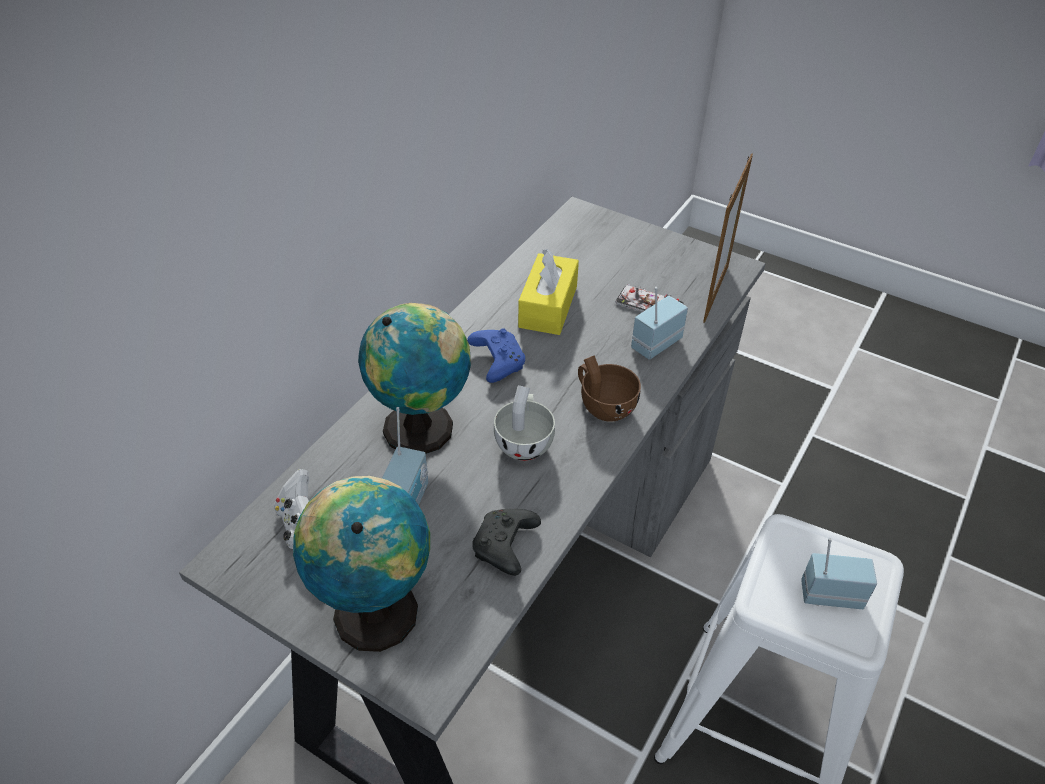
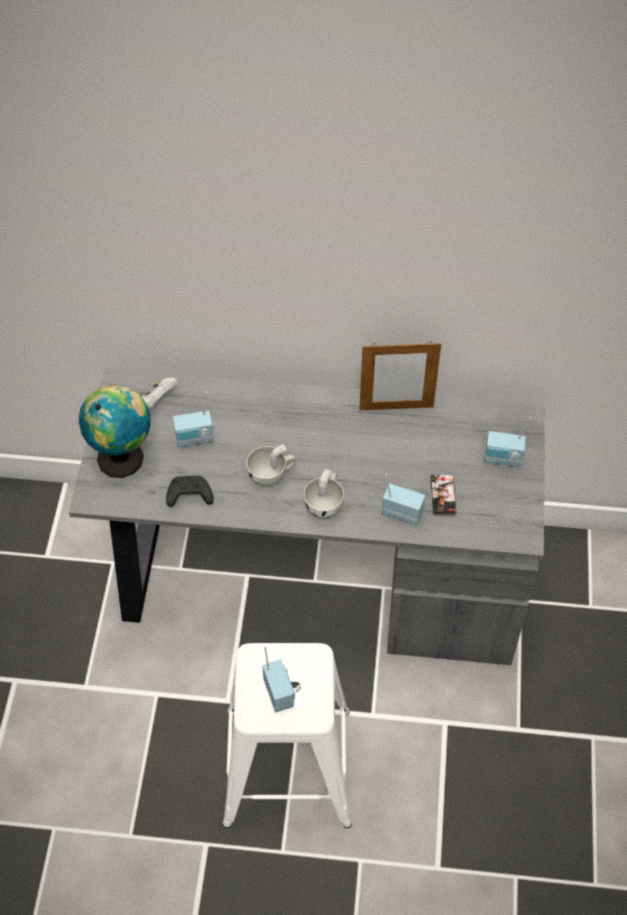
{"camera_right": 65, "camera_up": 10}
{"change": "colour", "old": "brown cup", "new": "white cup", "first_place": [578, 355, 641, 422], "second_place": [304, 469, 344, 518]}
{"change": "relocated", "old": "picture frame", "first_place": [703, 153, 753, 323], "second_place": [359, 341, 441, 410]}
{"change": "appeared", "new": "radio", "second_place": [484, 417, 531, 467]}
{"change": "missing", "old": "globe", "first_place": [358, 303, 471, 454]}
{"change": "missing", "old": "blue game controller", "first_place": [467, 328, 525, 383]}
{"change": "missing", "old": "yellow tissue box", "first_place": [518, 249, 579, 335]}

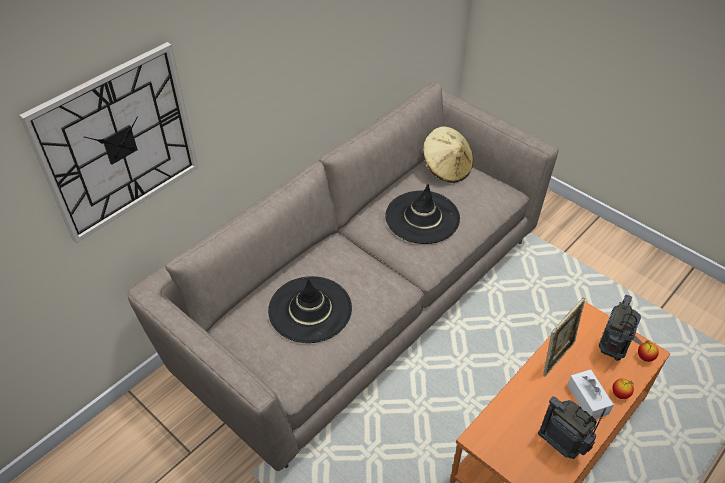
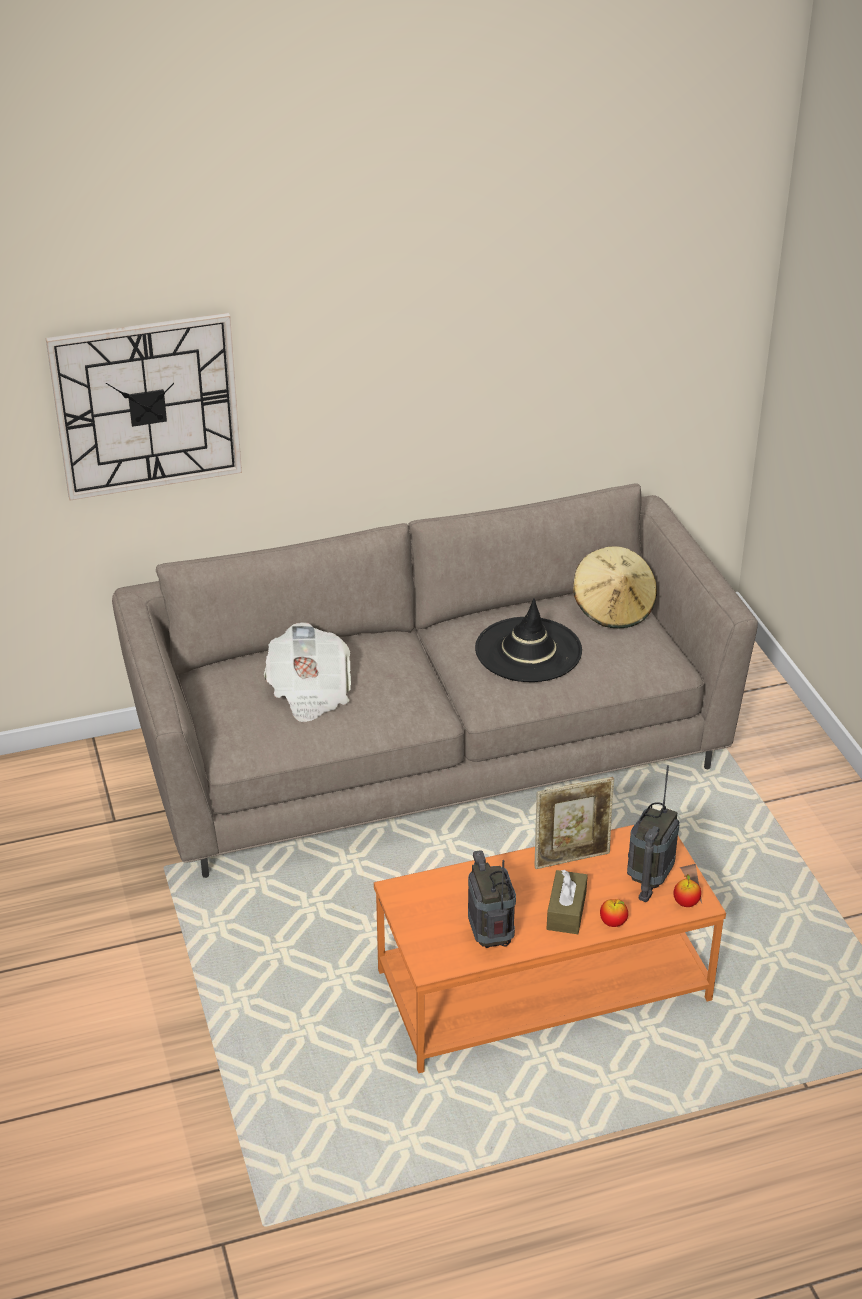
{"camera_right": 30, "camera_up": -10}
{"change": "exchanged", "old": "black hat", "new": "newspaper", "first_place": [268, 276, 352, 343], "second_place": [264, 623, 351, 723]}
{"change": "colour", "old": "white tissue box", "new": "brown tissue box", "first_place": [567, 369, 614, 419], "second_place": [546, 870, 588, 934]}
{"change": "spun", "old": "radio", "first_place": [599, 295, 641, 361], "second_place": [627, 765, 680, 902], "degrees": 150}

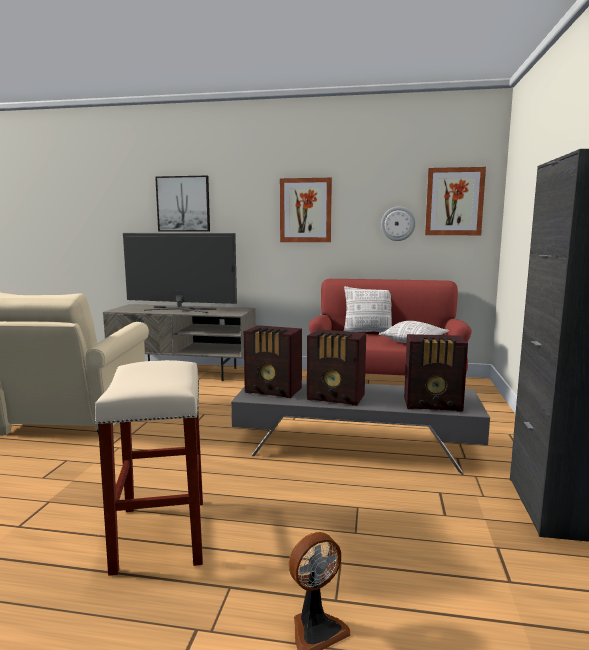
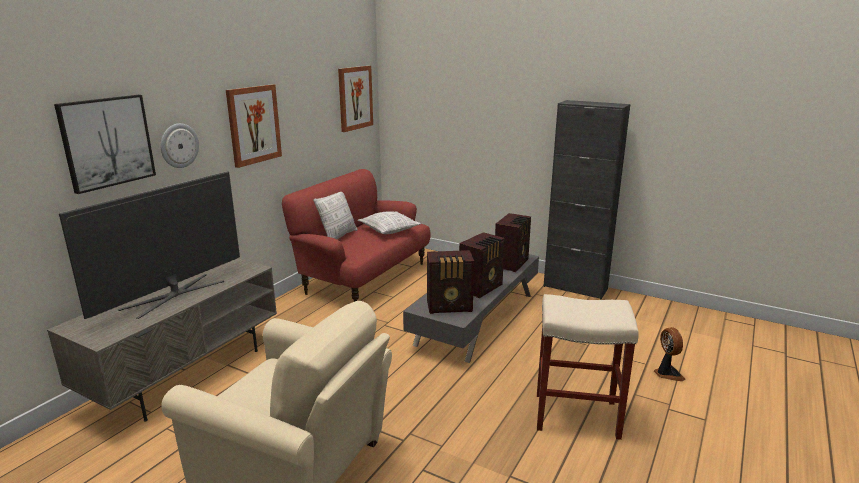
{"camera_right": -70, "camera_up": 10}
{"change": "relocated", "old": "wall clock", "first_place": [381, 207, 416, 241], "second_place": [161, 123, 199, 168]}
{"change": "spun", "old": "radio", "first_place": [244, 325, 302, 398], "second_place": [427, 250, 474, 314], "degrees": 45}

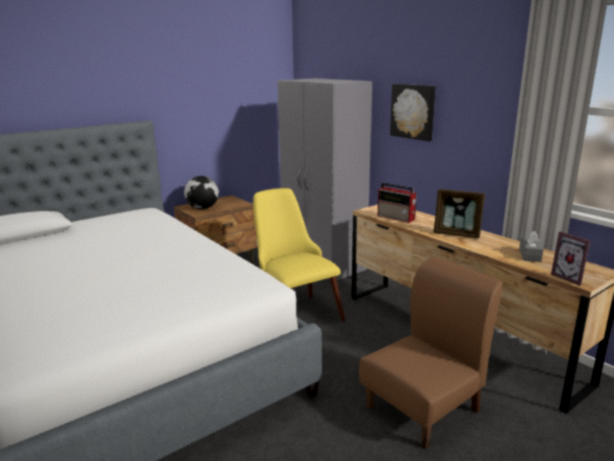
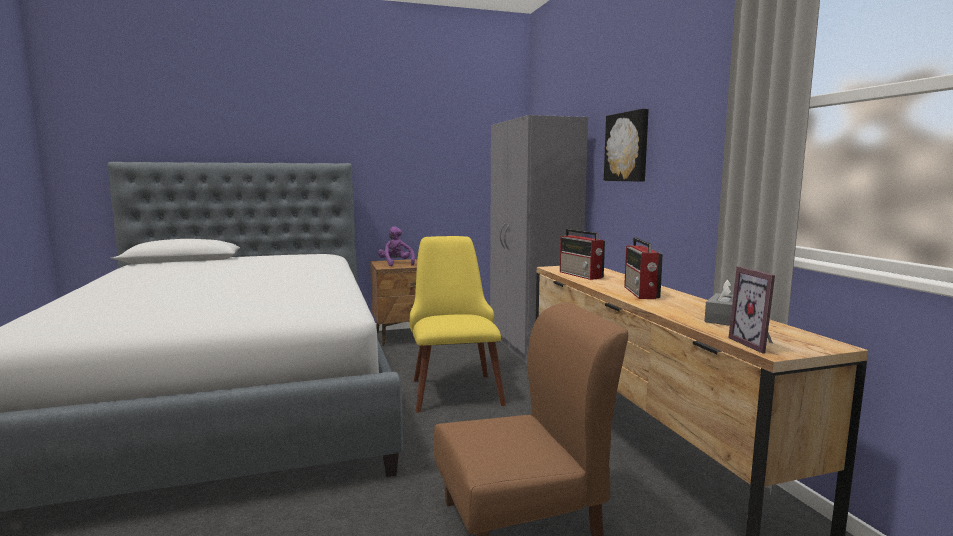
{"camera_right": 20, "camera_up": -10}
{"change": "exchanged", "old": "globe", "new": "purple plush toy", "first_place": [184, 176, 219, 209], "second_place": [378, 226, 415, 266]}
{"change": "exchanged", "old": "picture frame", "new": "radio", "first_place": [434, 189, 485, 239], "second_place": [624, 238, 663, 299]}

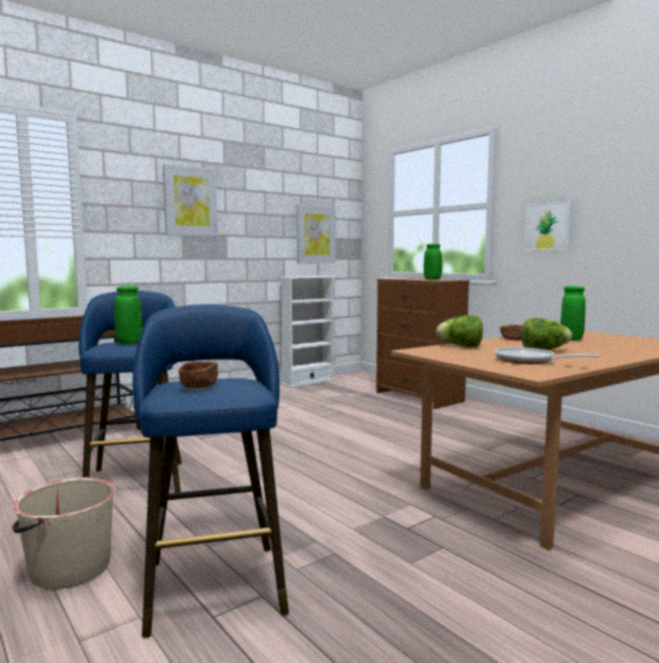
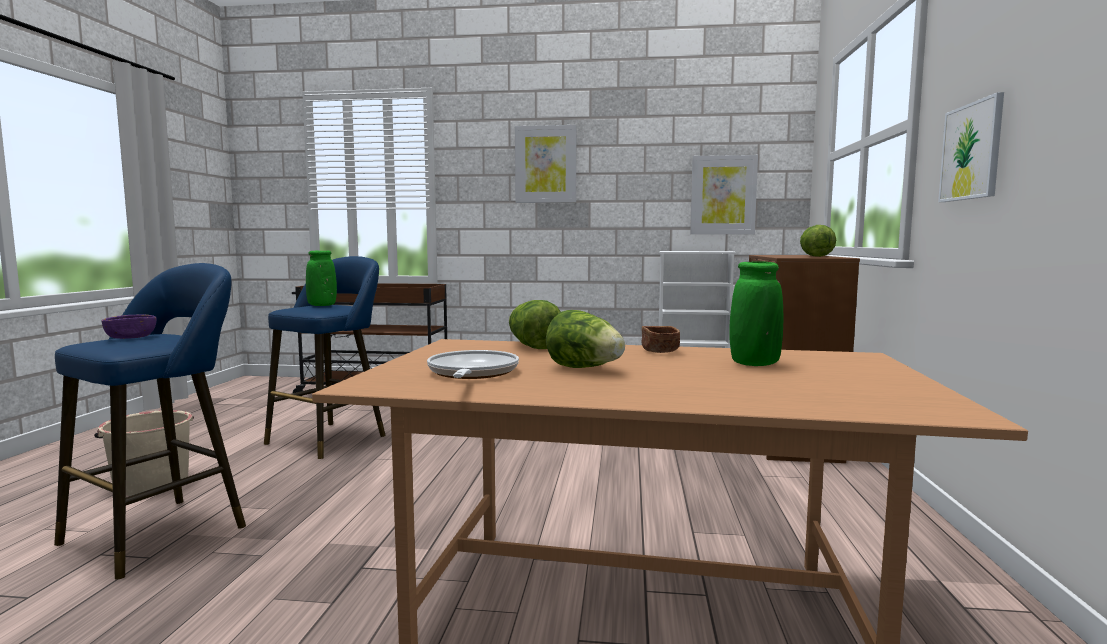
{"camera_right": 45, "camera_up": 0}
{"change": "colour", "old": "brown bowl", "new": "purple bowl", "first_place": [179, 361, 218, 389], "second_place": [102, 314, 157, 339]}
{"change": "exchanged", "old": "green vase", "new": "lettuce", "first_place": [424, 244, 442, 280], "second_place": [800, 225, 836, 257]}

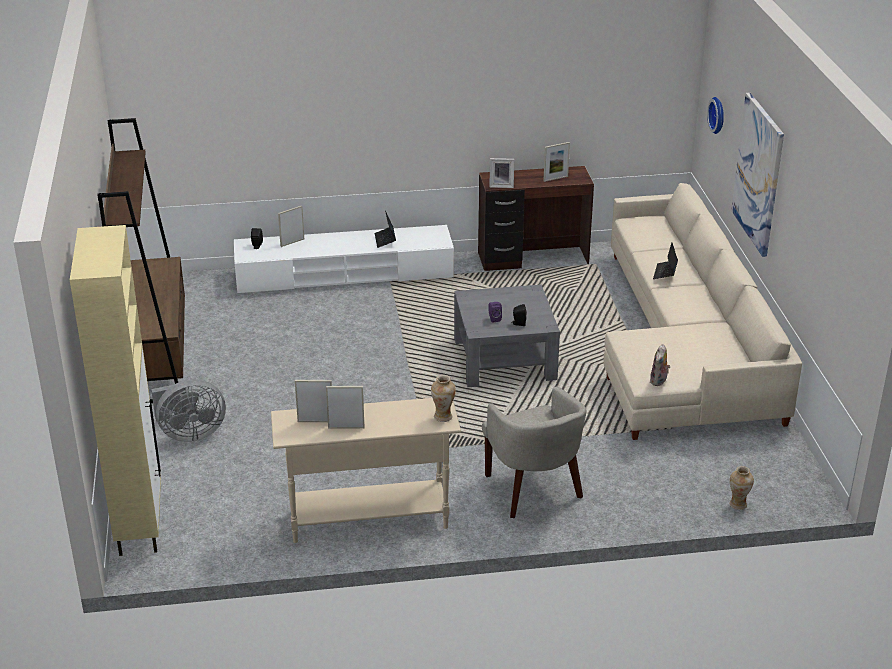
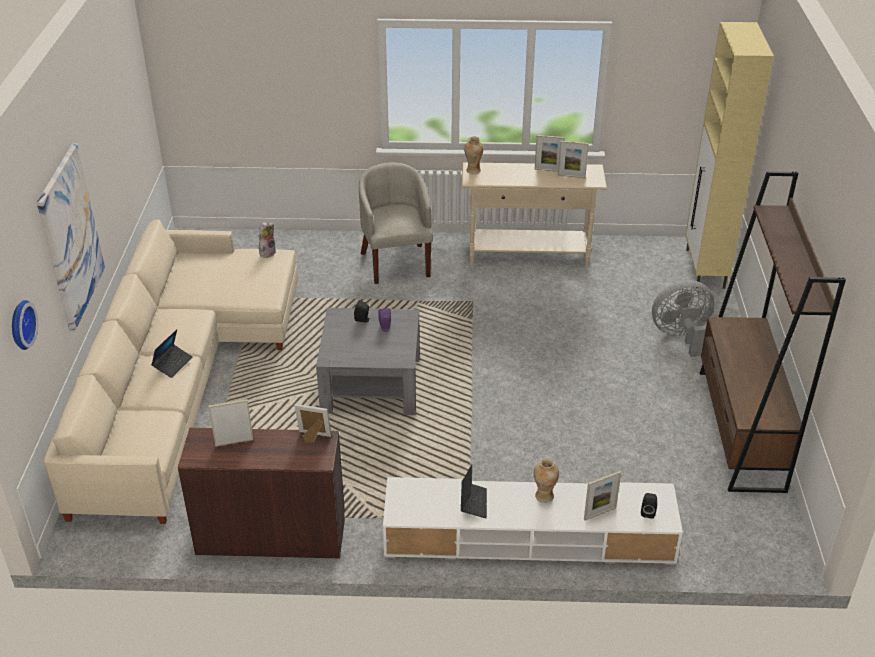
{"camera_right": -170, "camera_up": 5}
{"change": "relocated", "old": "vase", "first_place": [729, 466, 754, 510], "second_place": [534, 458, 559, 503]}

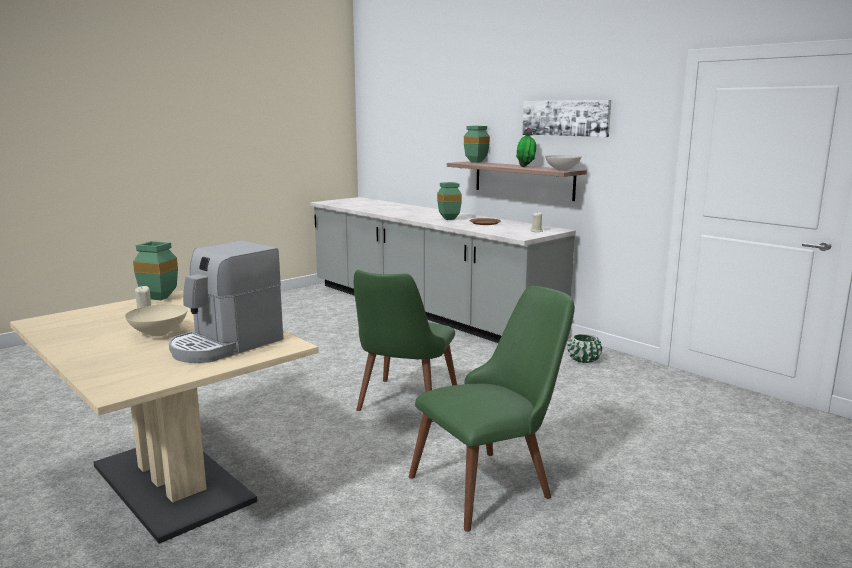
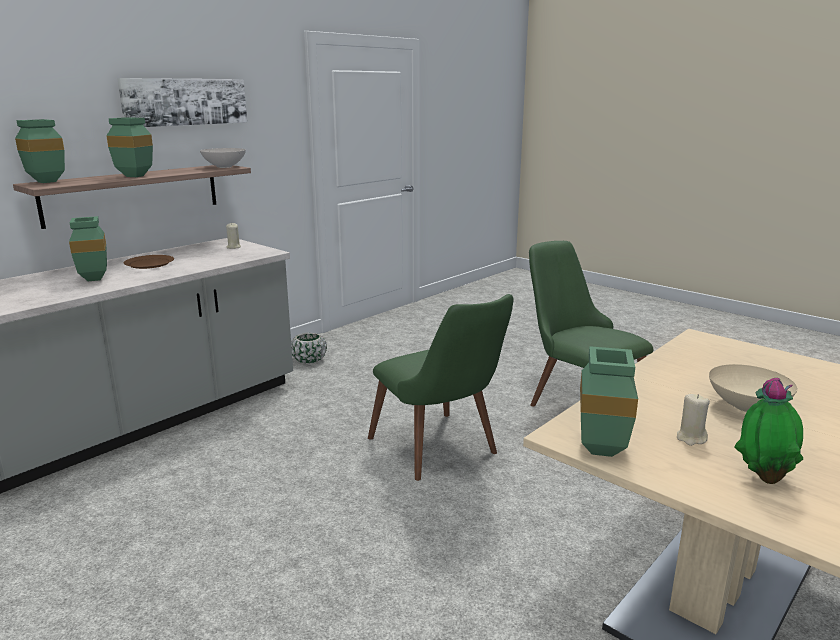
{"camera_right": -95, "camera_up": 5}
{"change": "appeared", "new": "green vase", "second_place": [106, 117, 153, 177]}
{"change": "spun", "old": "green chair", "first_place": [354, 270, 457, 422], "second_place": [368, 294, 514, 481], "degrees": 45}
{"change": "relocated", "old": "potted plant", "first_place": [516, 128, 536, 167], "second_place": [734, 378, 803, 484]}
{"change": "missing", "old": "coffee machine", "first_place": [169, 241, 283, 363]}

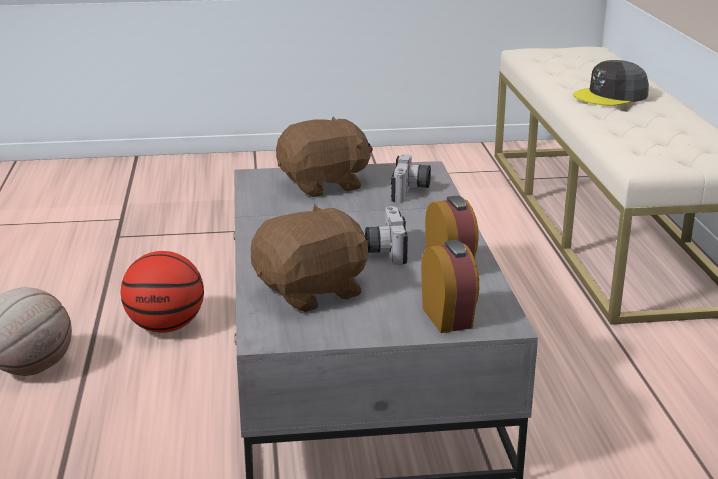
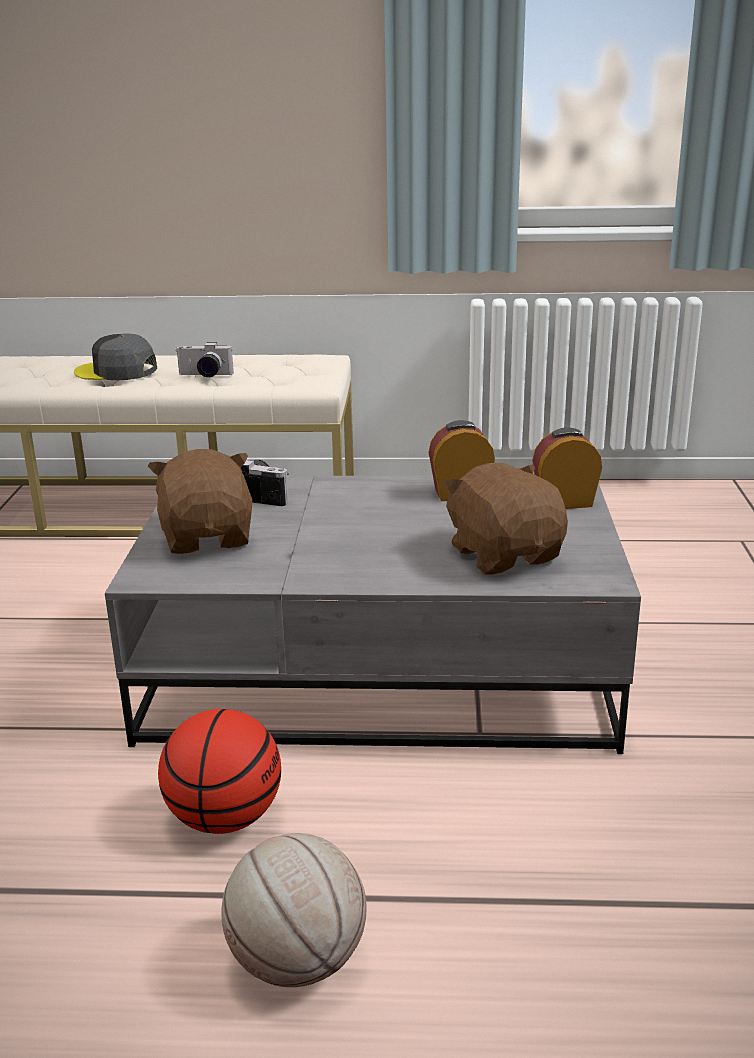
{"camera_right": -80, "camera_up": 0}
{"change": "spun", "old": "grey cap", "first_place": [573, 60, 649, 106], "second_place": [74, 333, 157, 380], "degrees": 120}
{"change": "relocated", "old": "photo camera", "first_place": [365, 206, 408, 265], "second_place": [175, 342, 234, 378]}

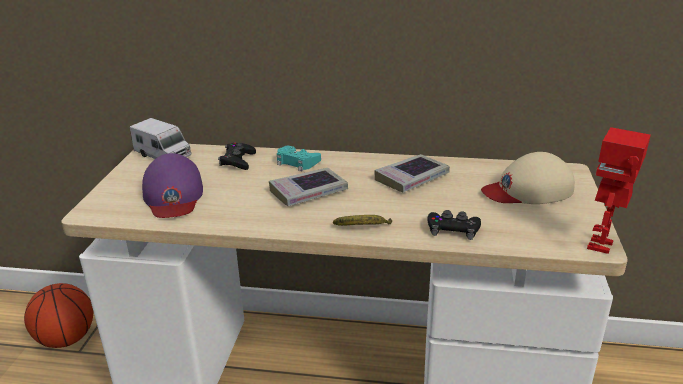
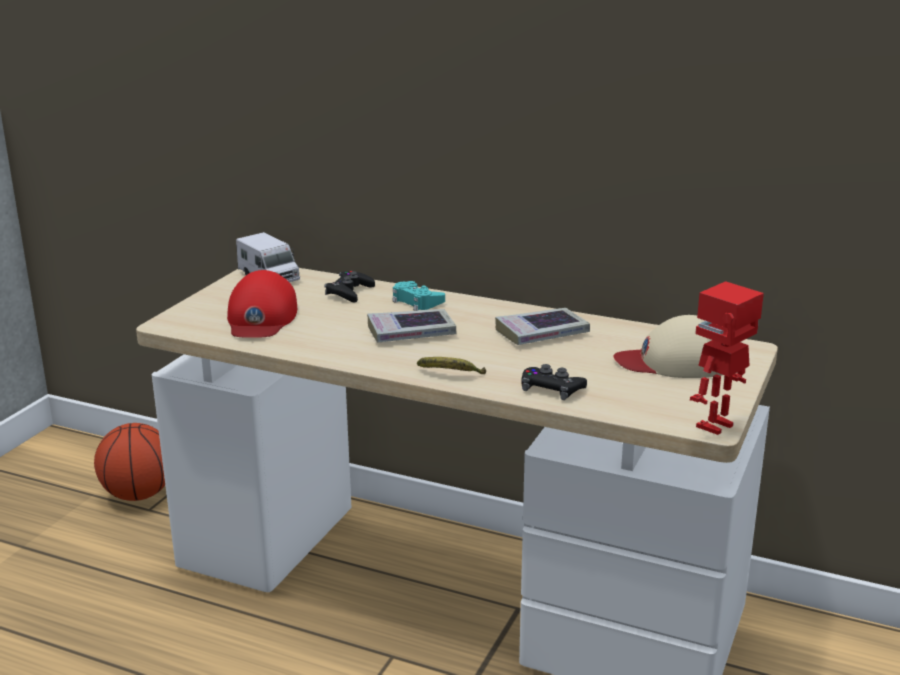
{"camera_right": 15, "camera_up": -5}
{"change": "colour", "old": "purple cap", "new": "red cap", "first_place": [142, 153, 203, 218], "second_place": [227, 270, 297, 338]}

